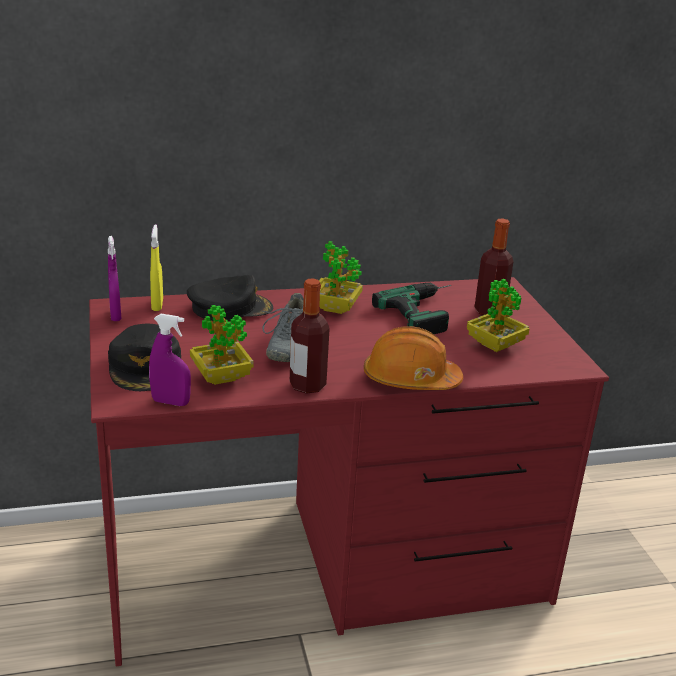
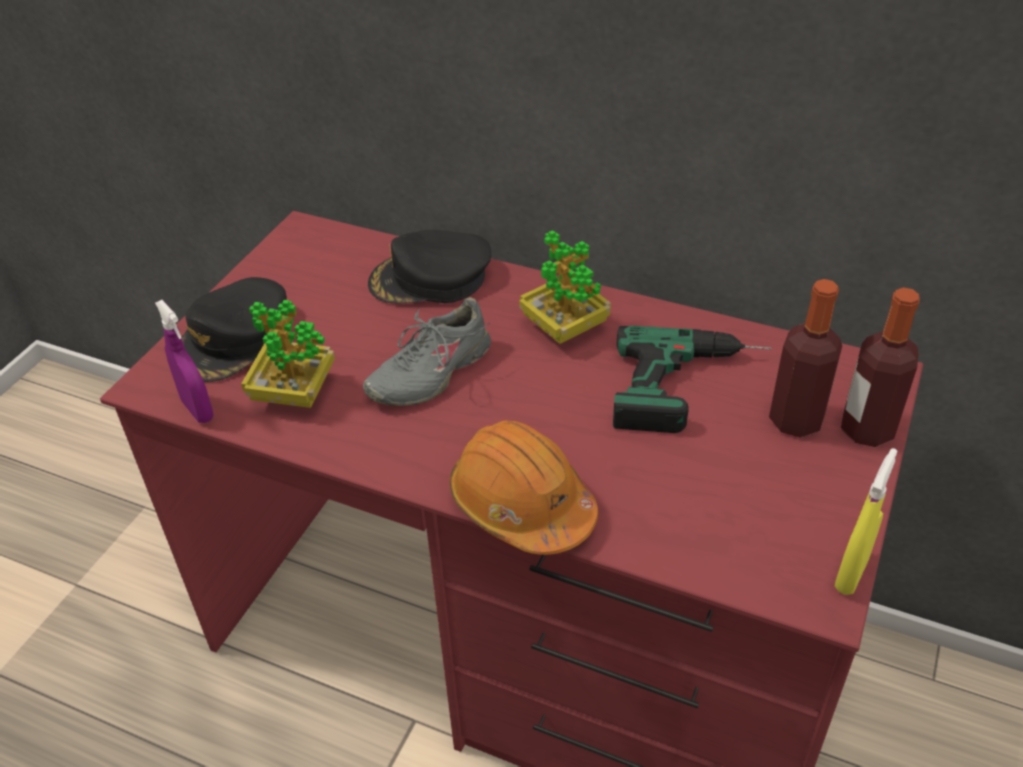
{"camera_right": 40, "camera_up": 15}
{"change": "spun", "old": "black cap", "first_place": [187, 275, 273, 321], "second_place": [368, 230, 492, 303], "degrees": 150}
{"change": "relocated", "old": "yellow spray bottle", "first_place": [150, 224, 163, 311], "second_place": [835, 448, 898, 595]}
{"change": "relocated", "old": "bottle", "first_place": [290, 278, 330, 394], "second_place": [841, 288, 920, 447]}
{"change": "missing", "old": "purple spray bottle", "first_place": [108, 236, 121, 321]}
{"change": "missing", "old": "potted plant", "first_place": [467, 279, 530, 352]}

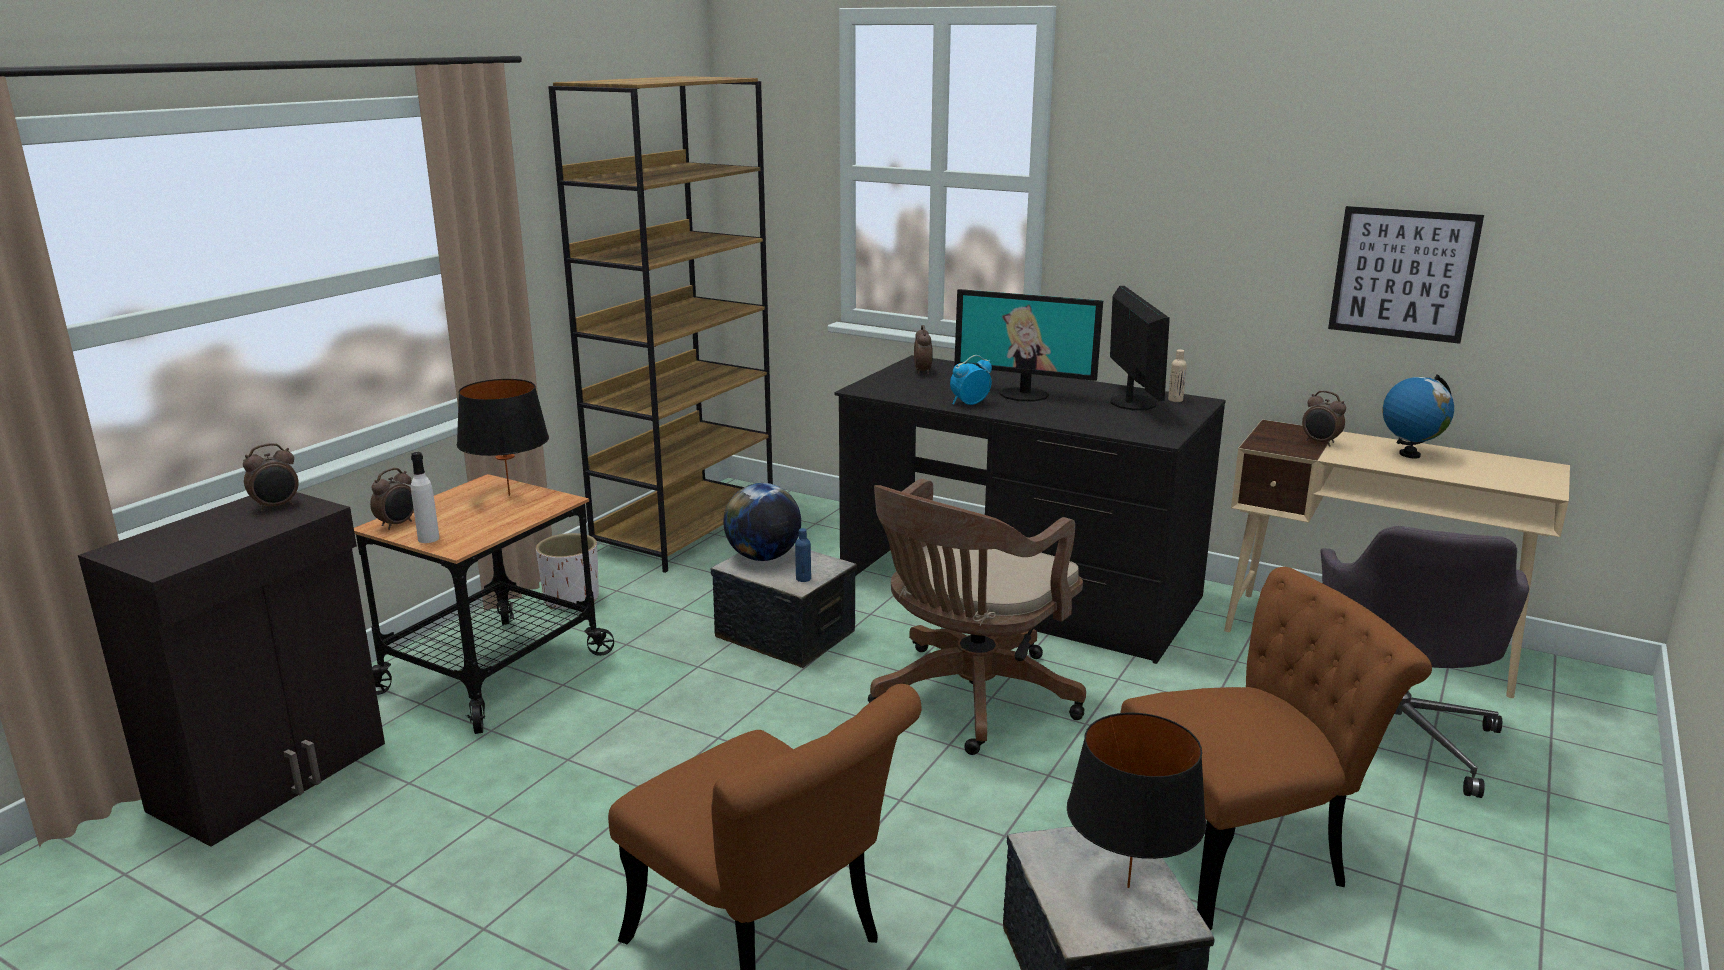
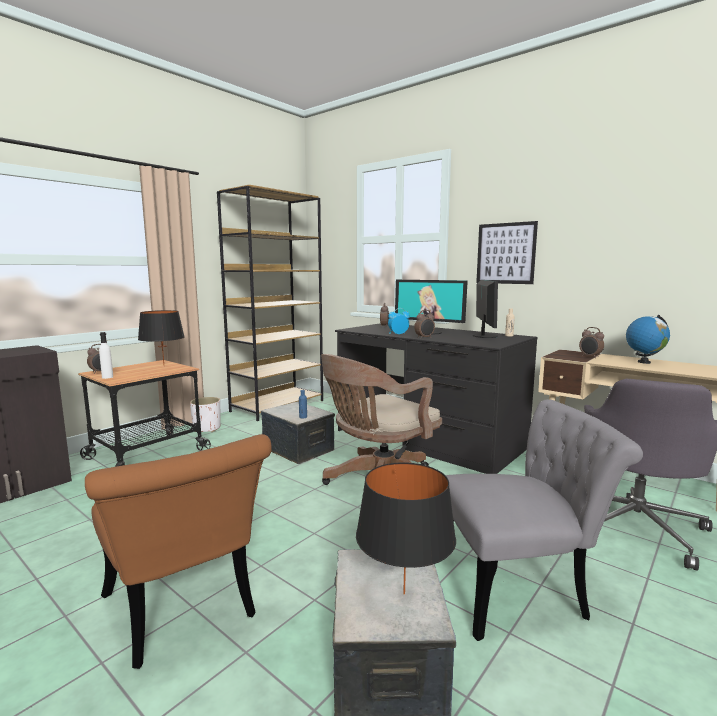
{"camera_right": 10, "camera_up": -10}
{"change": "relocated", "old": "alarm clock", "first_place": [243, 443, 299, 512], "second_place": [414, 310, 435, 339]}
{"change": "colour", "old": "brown chair", "new": "grey chair", "first_place": [1120, 567, 1432, 930], "second_place": [446, 399, 643, 641]}
{"change": "relocated", "old": "picture", "first_place": [1328, 206, 1484, 344], "second_place": [476, 221, 538, 284]}
{"change": "missing", "old": "globe", "first_place": [723, 483, 801, 561]}

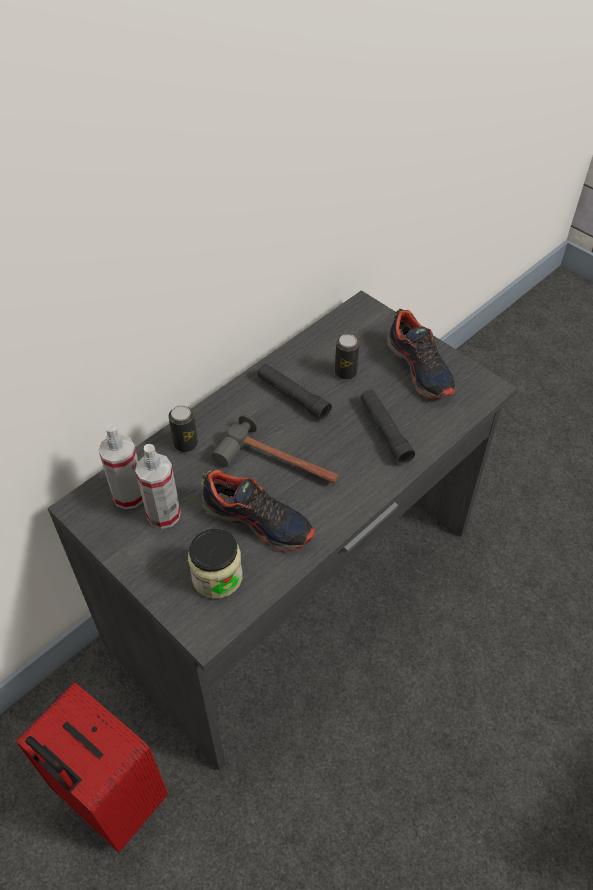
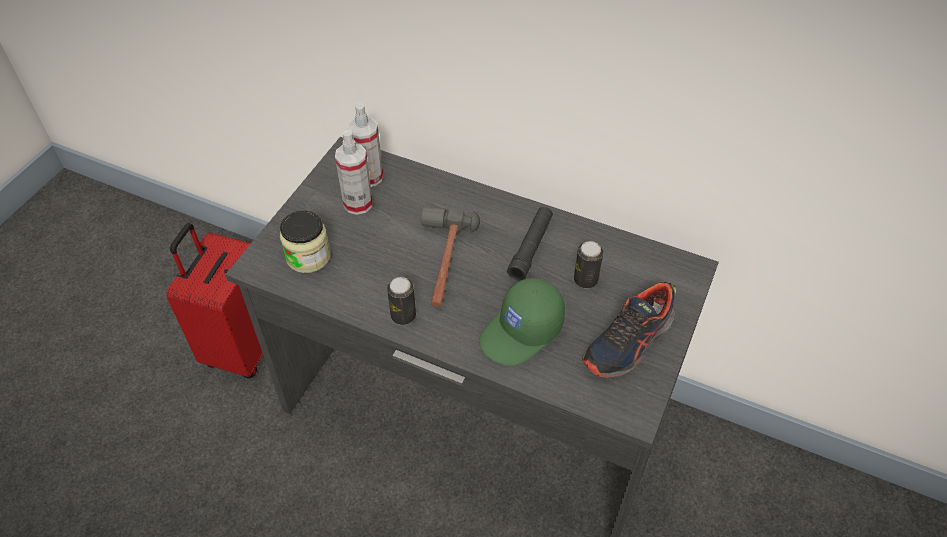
{"camera_right": 70, "camera_up": 0}
{"change": "relocated", "old": "can", "first_place": [169, 405, 198, 452], "second_place": [387, 277, 416, 325]}
{"change": "exchanged", "old": "black flashlight", "new": "green cap", "first_place": [360, 389, 415, 464], "second_place": [479, 278, 565, 366]}
{"change": "missing", "old": "shoe", "first_place": [201, 469, 315, 551]}

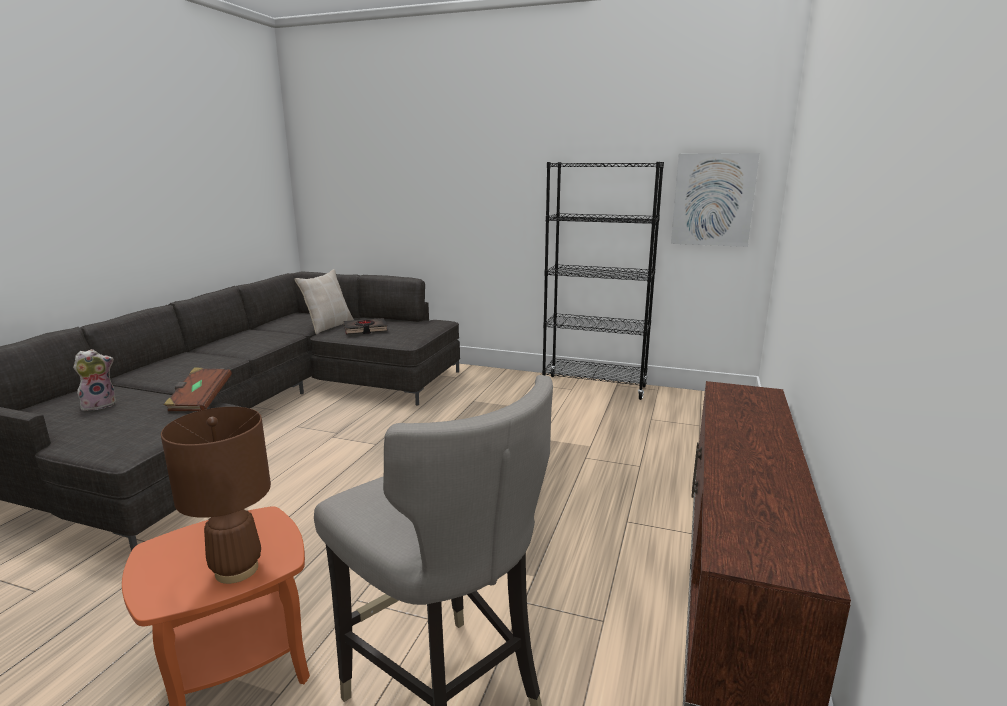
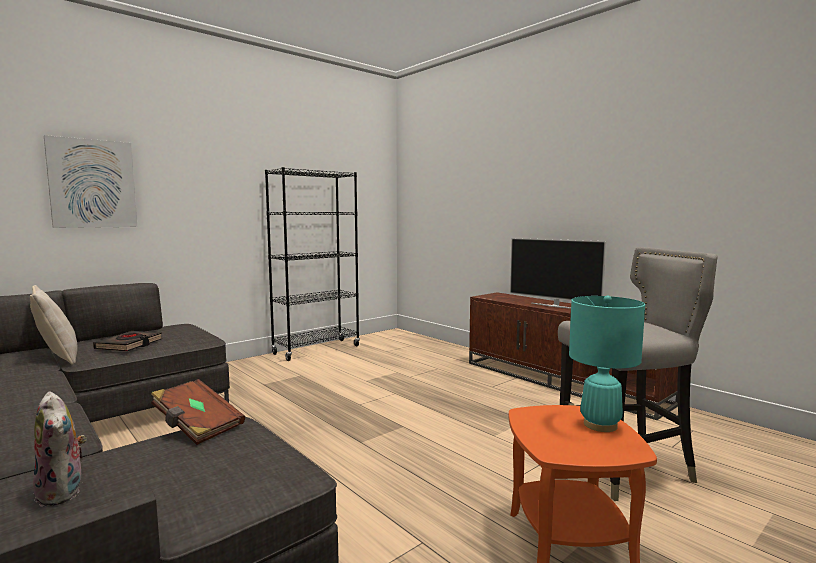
{"camera_right": -60, "camera_up": -10}
{"change": "spun", "old": "plush toy", "first_place": [73, 349, 116, 411], "second_place": [33, 392, 87, 507], "degrees": 150}
{"change": "relocated", "old": "picture", "first_place": [671, 153, 760, 247], "second_place": [44, 135, 137, 228]}
{"change": "appeared", "new": "television", "second_place": [510, 238, 606, 309]}
{"change": "colour", "old": "brown table lamp", "new": "turquoise table lamp", "first_place": [161, 407, 271, 584], "second_place": [569, 296, 645, 432]}

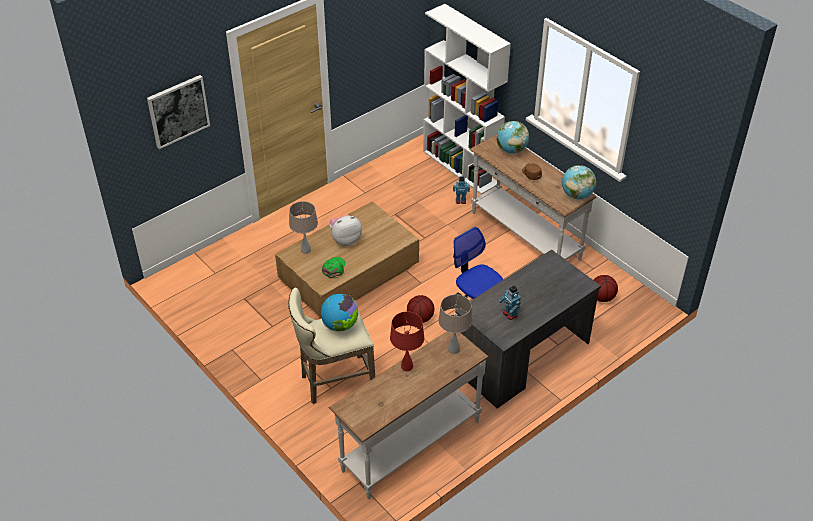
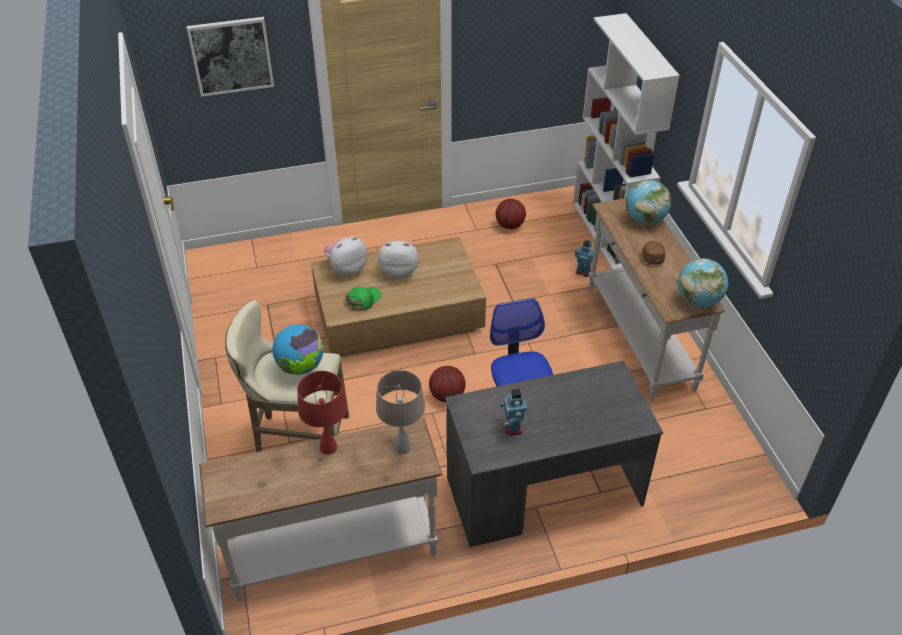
{"camera_right": 25, "camera_up": 0}
{"change": "exchanged", "old": "beige table lamp", "new": "plush toy", "first_place": [289, 201, 318, 254], "second_place": [324, 236, 367, 277]}
{"change": "relocated", "old": "basketball", "first_place": [594, 275, 618, 302], "second_place": [496, 199, 526, 229]}

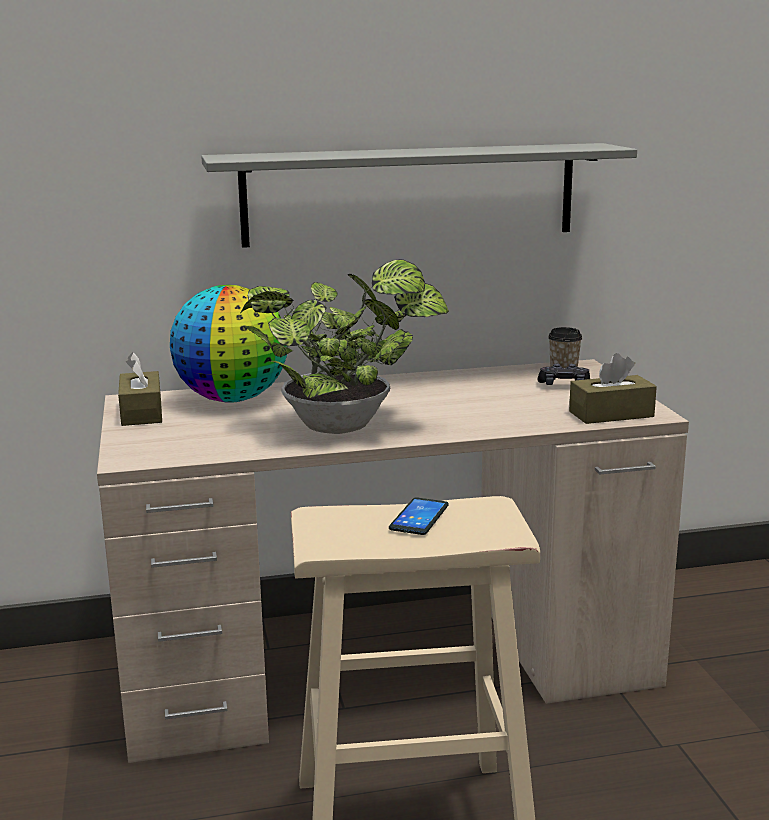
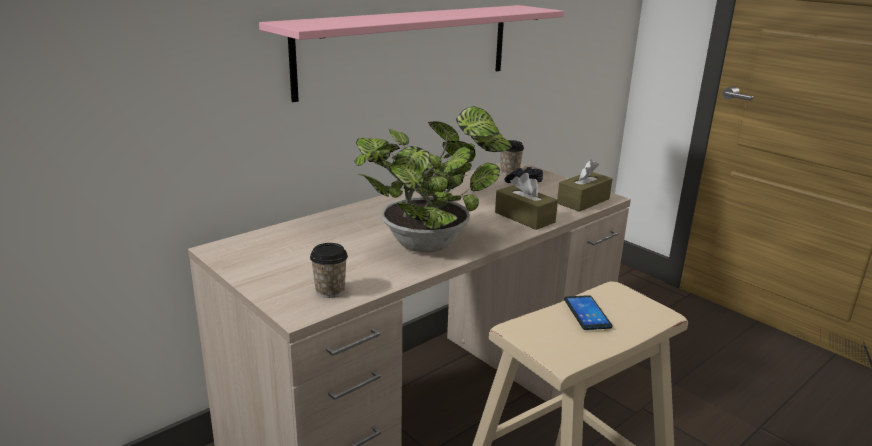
{"camera_right": -30, "camera_up": 5}
{"change": "colour", "old": "grey shelf", "new": "pink shelf", "first_place": [201, 143, 637, 248], "second_place": [259, 5, 564, 102]}
{"change": "appeared", "new": "cup", "second_place": [310, 243, 348, 298]}
{"change": "relocated", "old": "brown tissue box", "first_place": [118, 352, 162, 426], "second_place": [495, 173, 558, 230]}
{"change": "missing", "old": "globe", "first_place": [170, 285, 288, 403]}

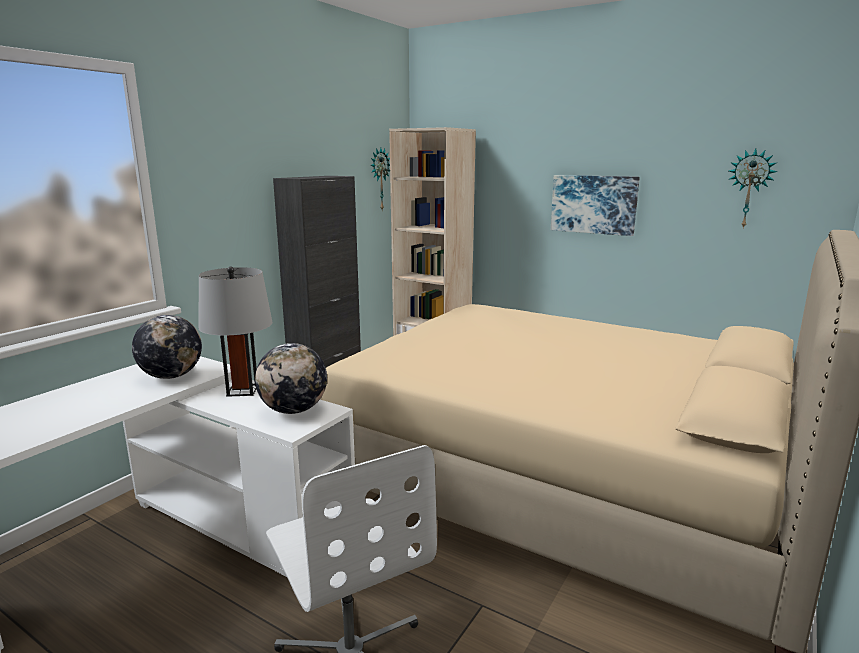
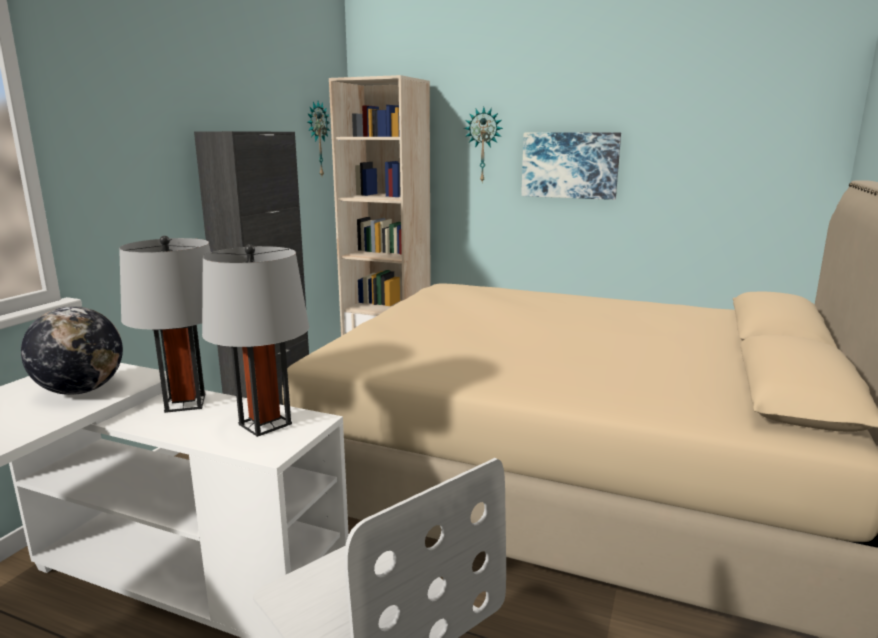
{"camera_right": -10, "camera_up": 0}
{"change": "exchanged", "old": "globe", "new": "grey table lamp", "first_place": [255, 343, 327, 414], "second_place": [202, 244, 309, 437]}
{"change": "relocated", "old": "wall clock", "first_place": [729, 149, 777, 228], "second_place": [464, 107, 503, 182]}

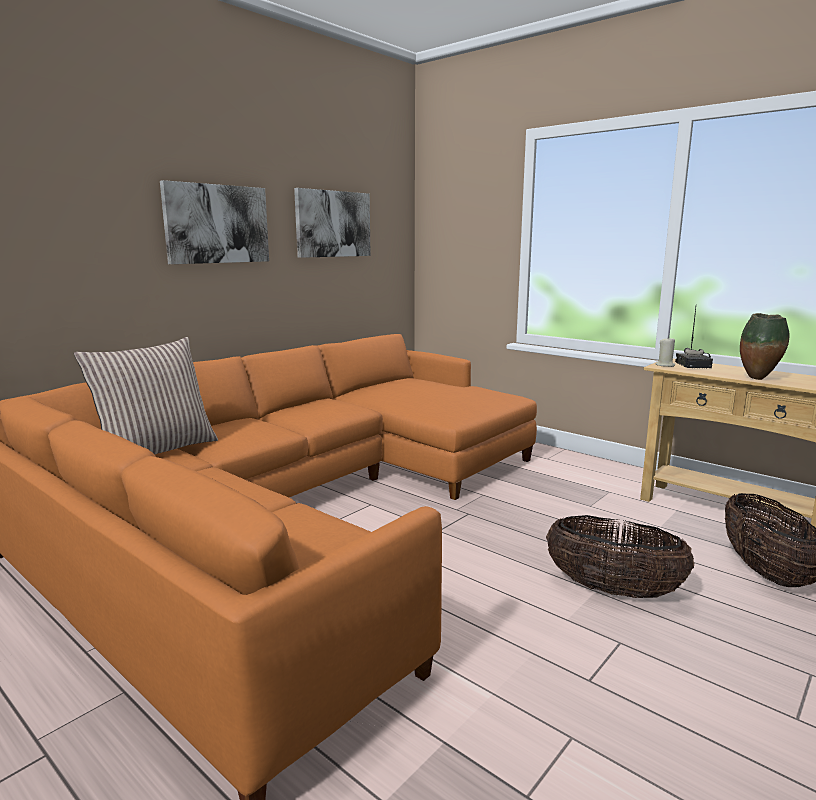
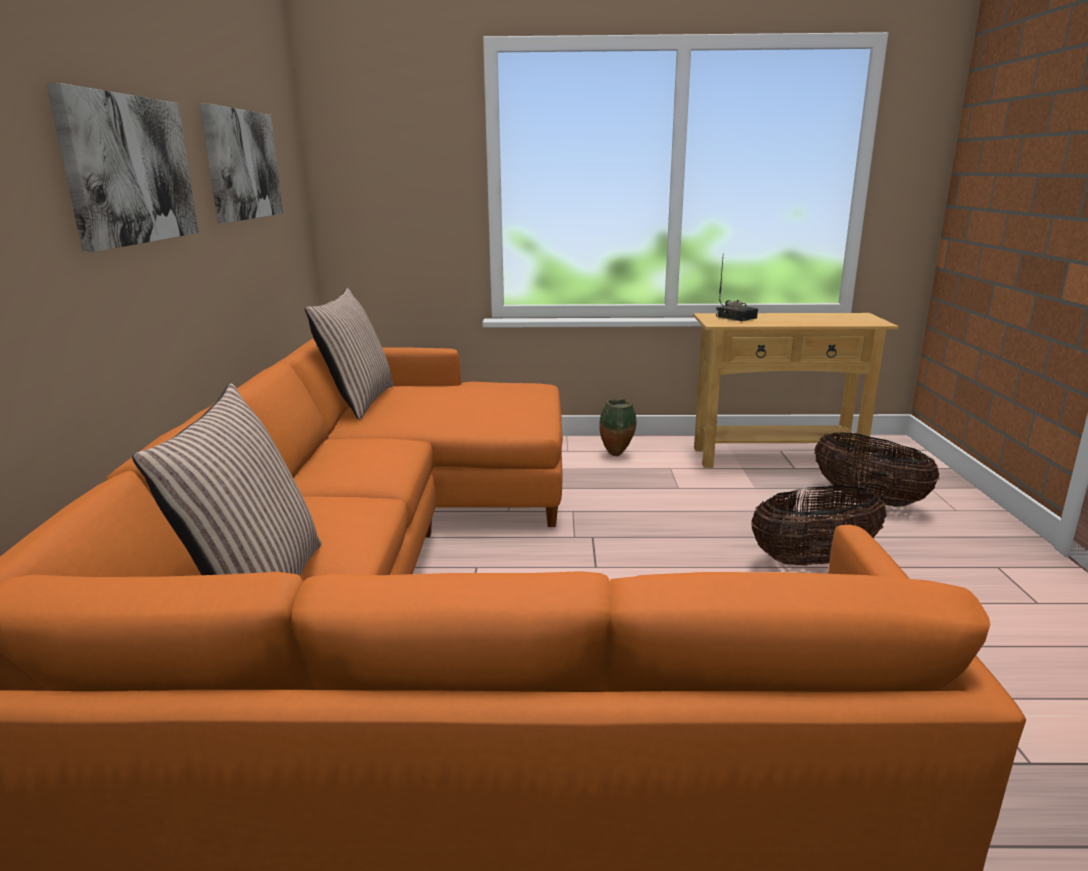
{"camera_right": -40, "camera_up": 5}
{"change": "appeared", "new": "pillow", "second_place": [305, 288, 394, 420]}
{"change": "relocated", "old": "vase", "first_place": [740, 313, 789, 380], "second_place": [599, 399, 637, 456]}
{"change": "missing", "old": "beige candle", "first_place": [656, 338, 675, 367]}

